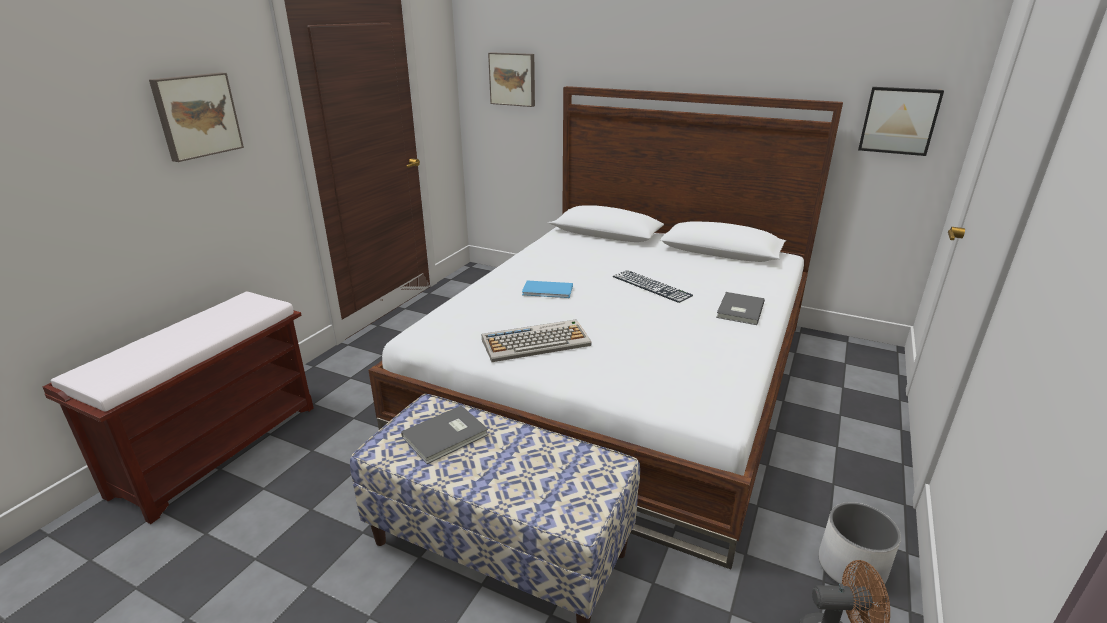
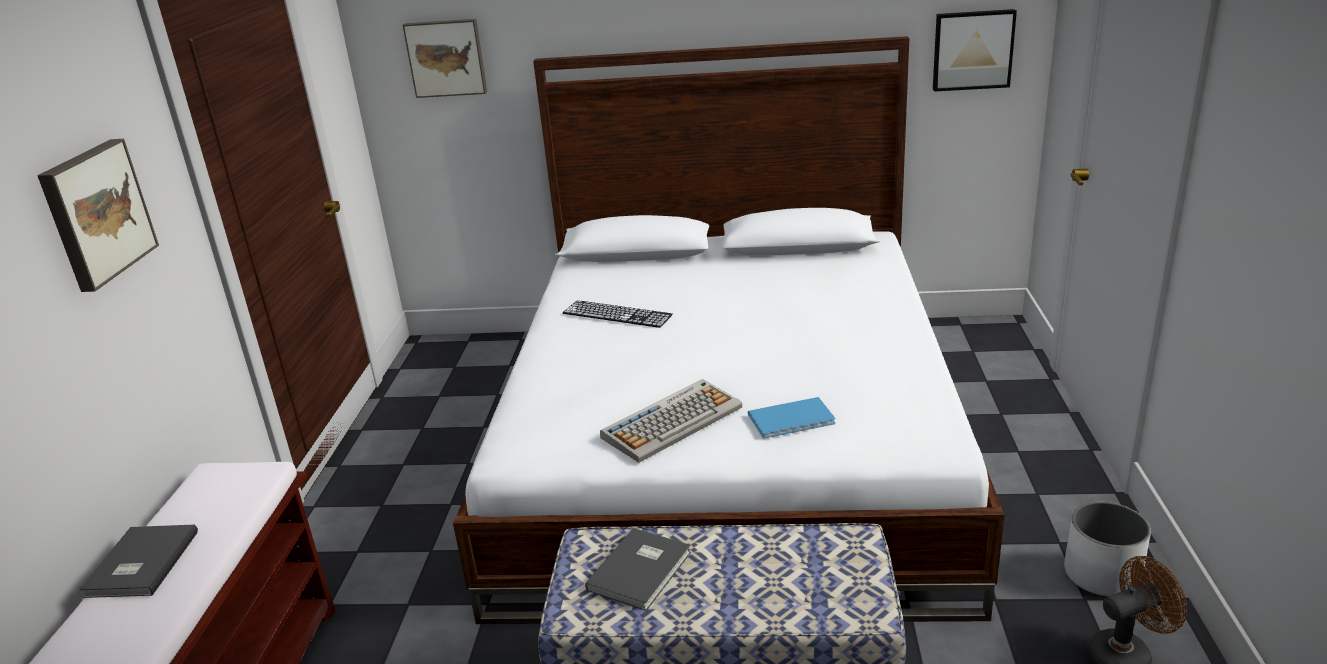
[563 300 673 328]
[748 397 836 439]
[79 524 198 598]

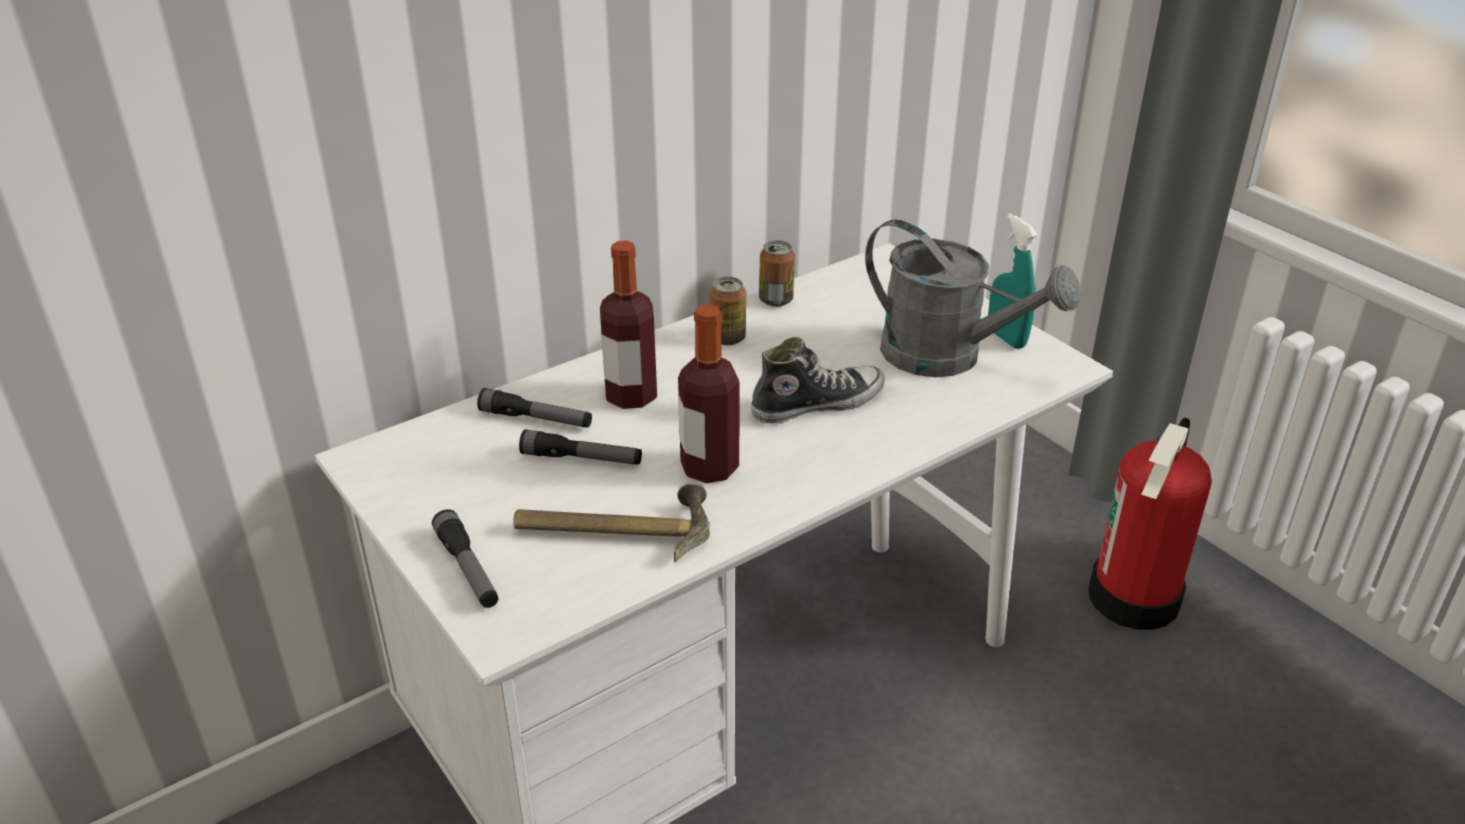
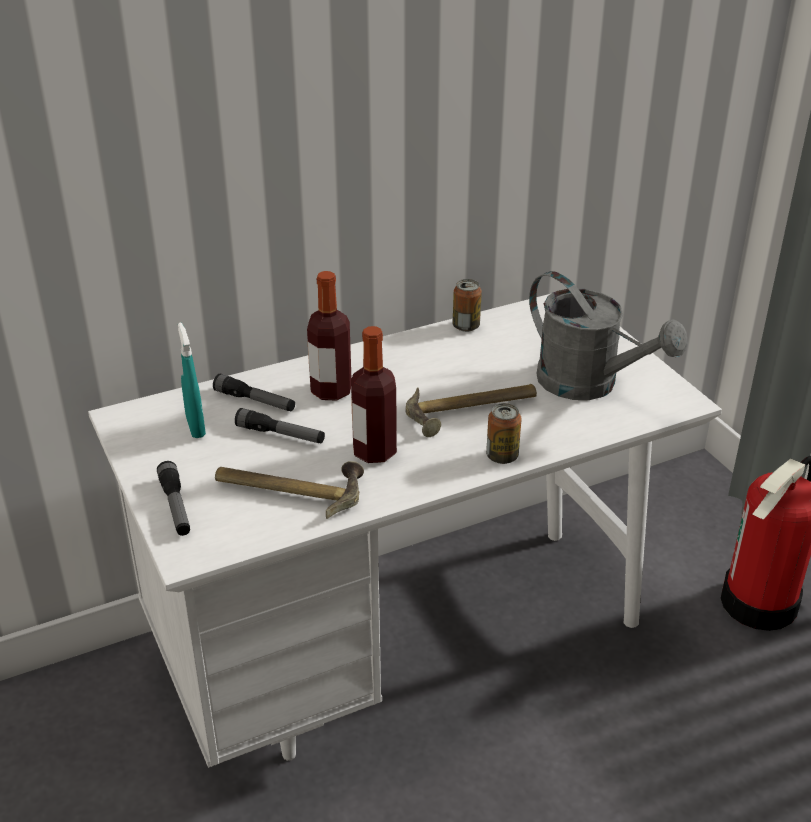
[178 322 206 438]
[486 403 522 464]
[406 384 537 437]

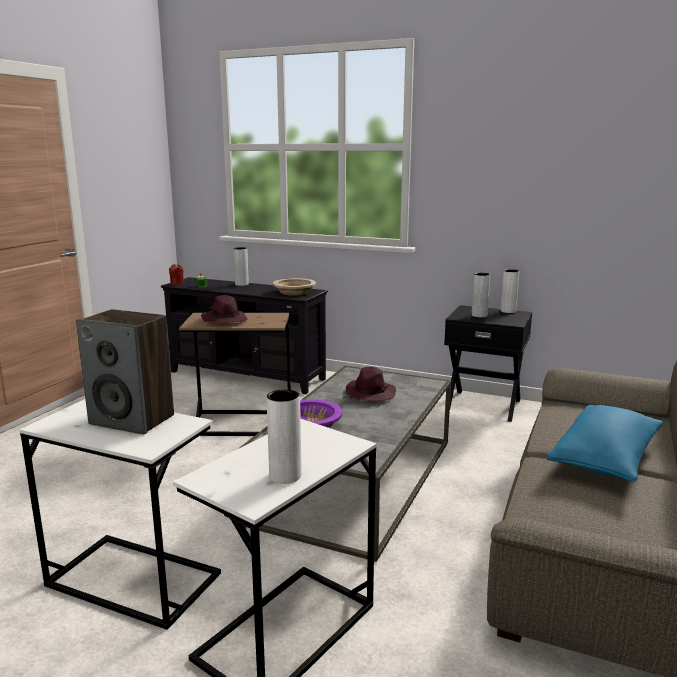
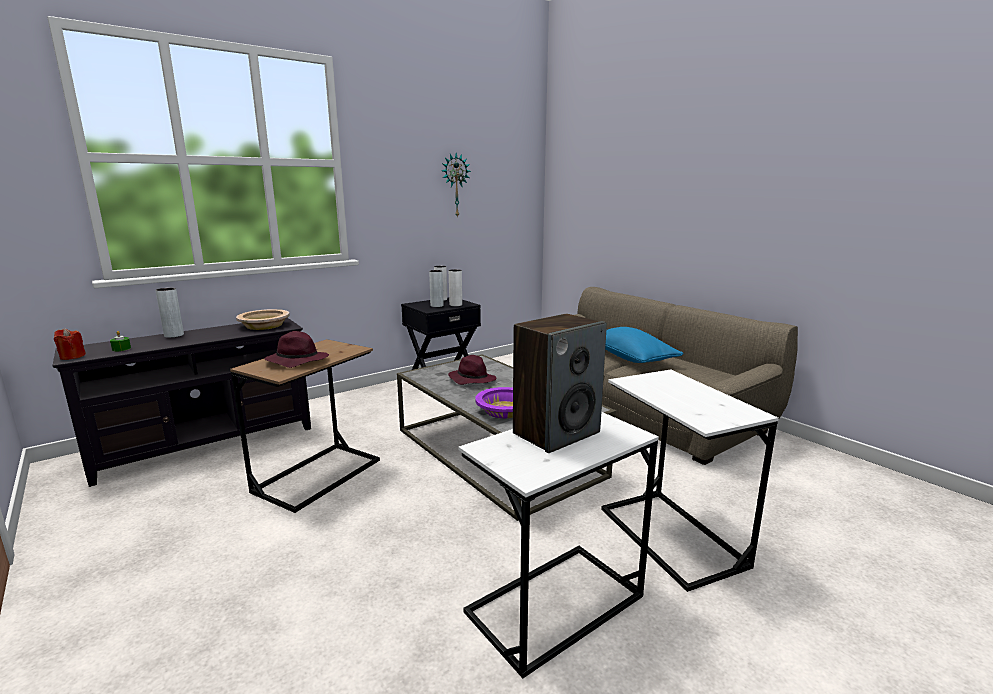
[449 269 462 306]
[442 153 471 218]

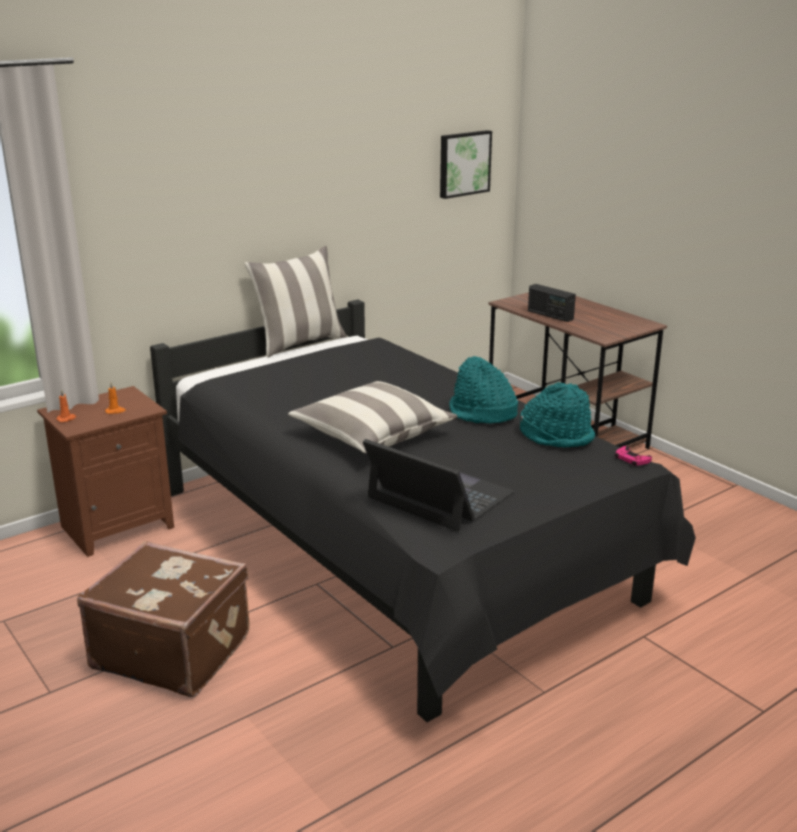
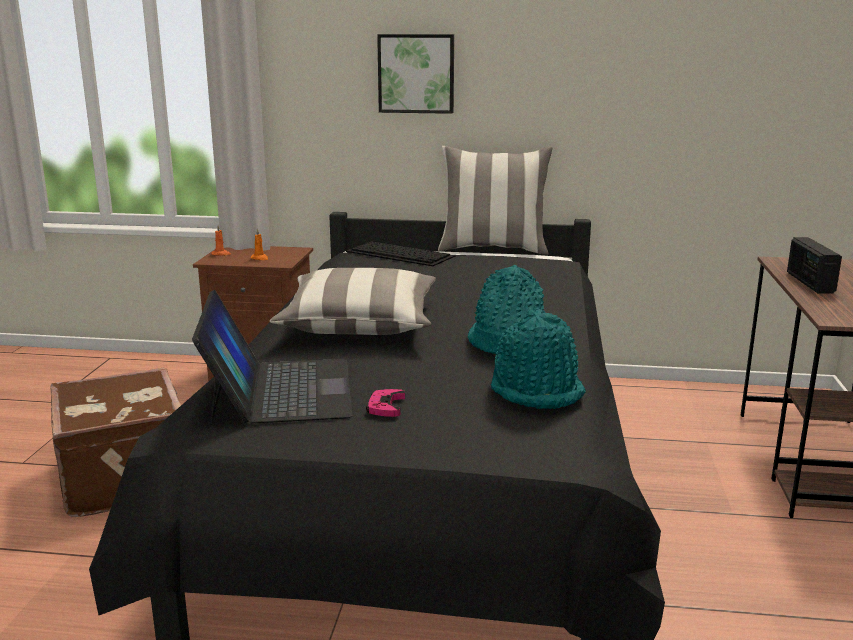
[377 34 454 114]
[366 389 405 417]
[346 241 455 266]

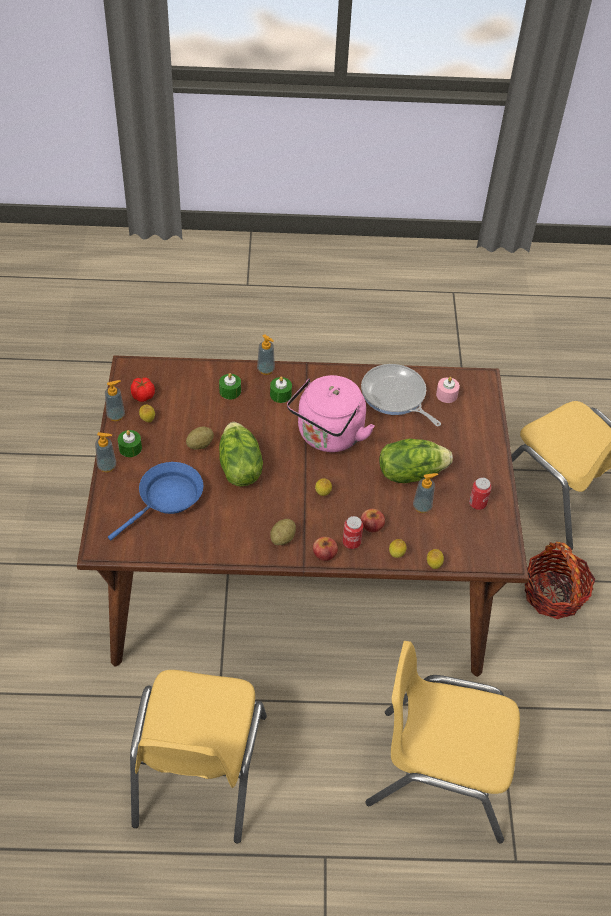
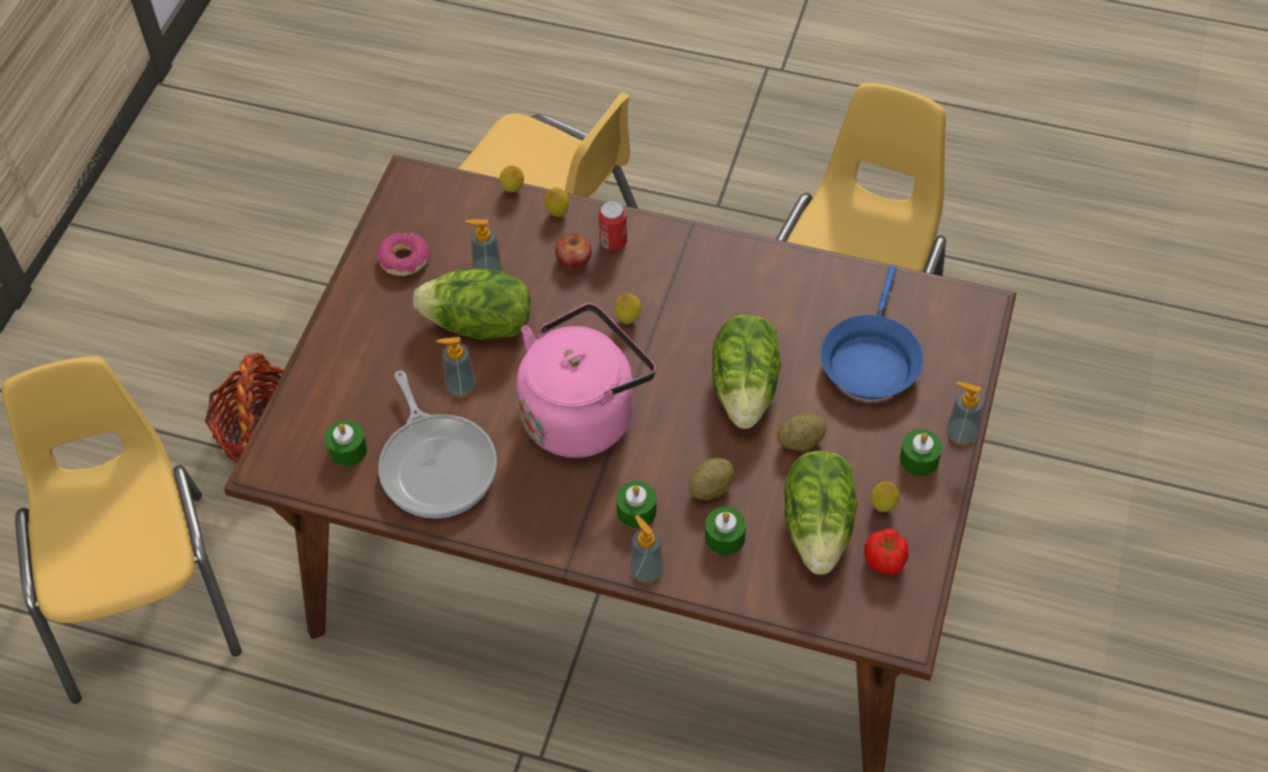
[325 420 367 466]
[437 337 477 398]
[821 264 923 399]
[377 232 430 276]
[689 458 734 500]
[313 537 338 561] (first image)
[784 451 858 575]

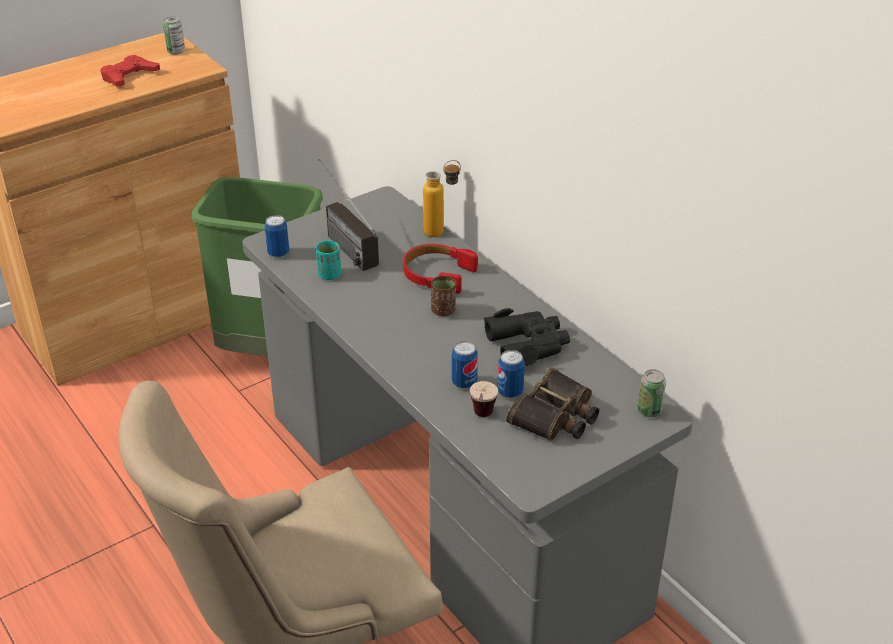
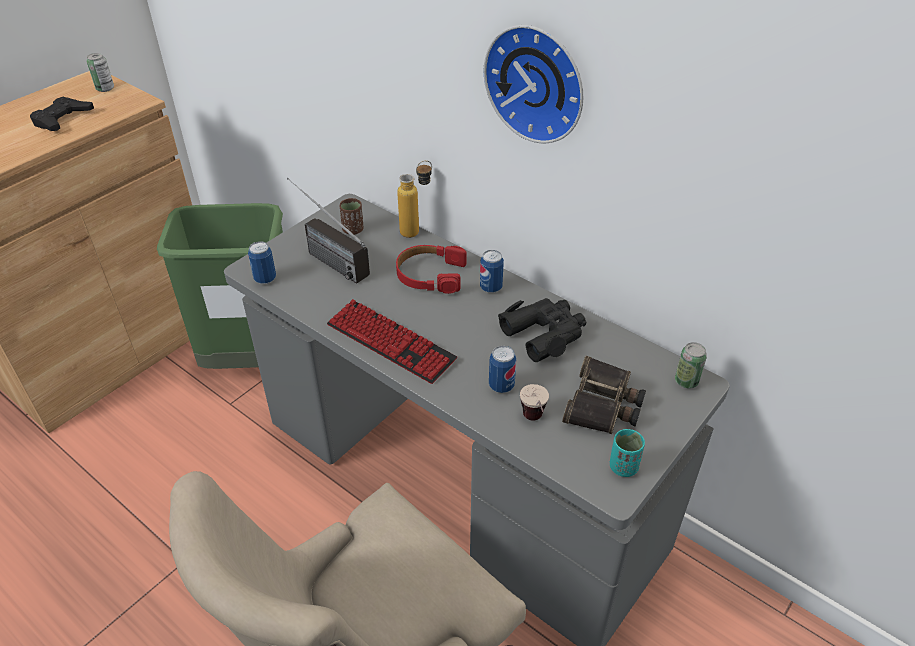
[30 97 94 131]
[610 429 645 477]
[340 198 363 235]
[480 250 504 293]
[484 25 583 143]
[327 299 457 384]

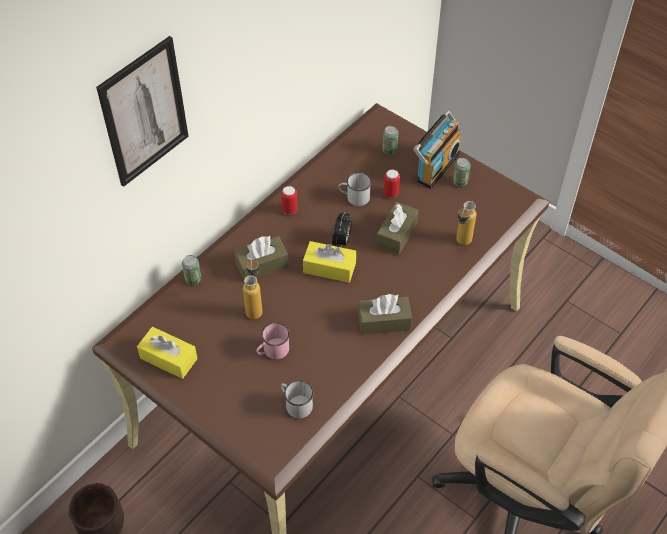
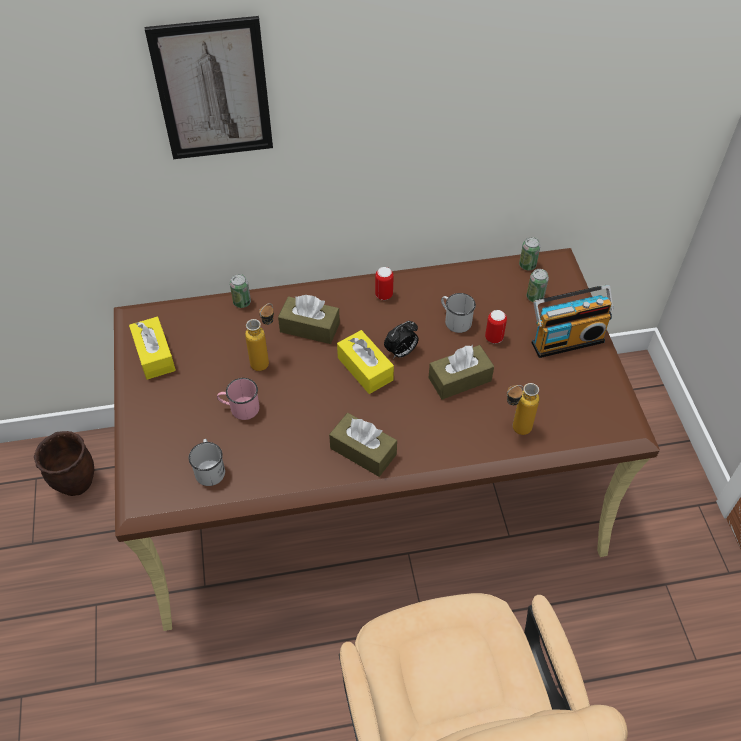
[519 237 540 270]

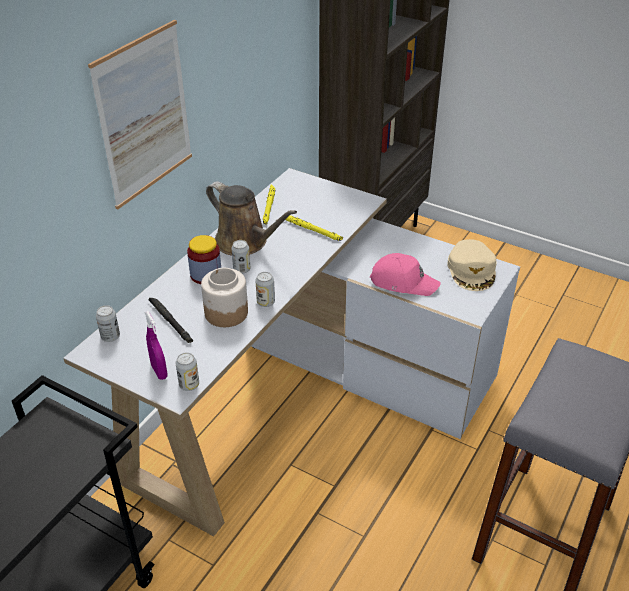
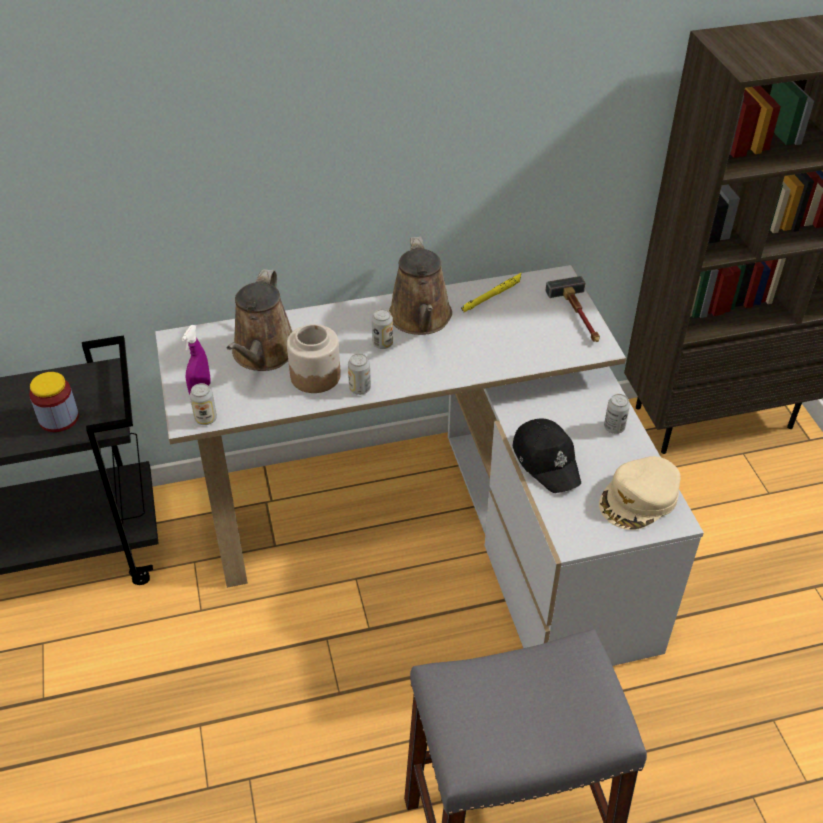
[88 20 192 209] (first image)
[285 215 343 241] (first image)
[29 372 79 432]
[513 418 581 493]
[227 269 293 371]
[604 394 630 434]
[545 276 600 342]

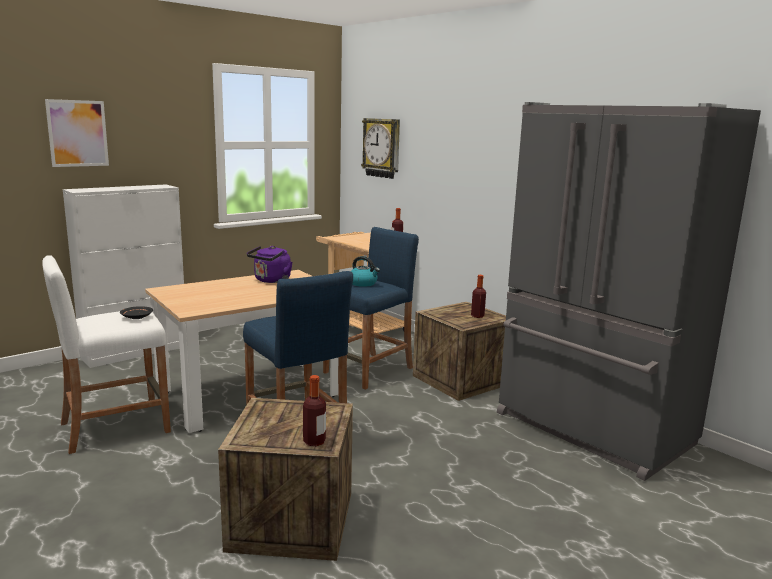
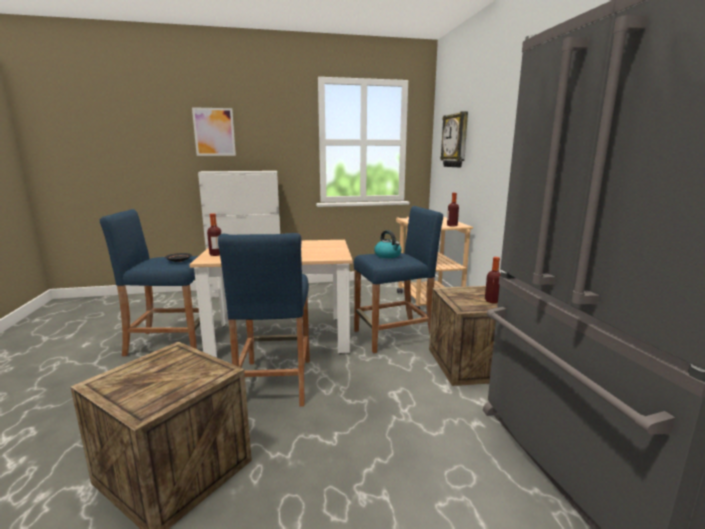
[247 246 293 283] (first image)
[99 209 200 356]
[207 213 221 256]

